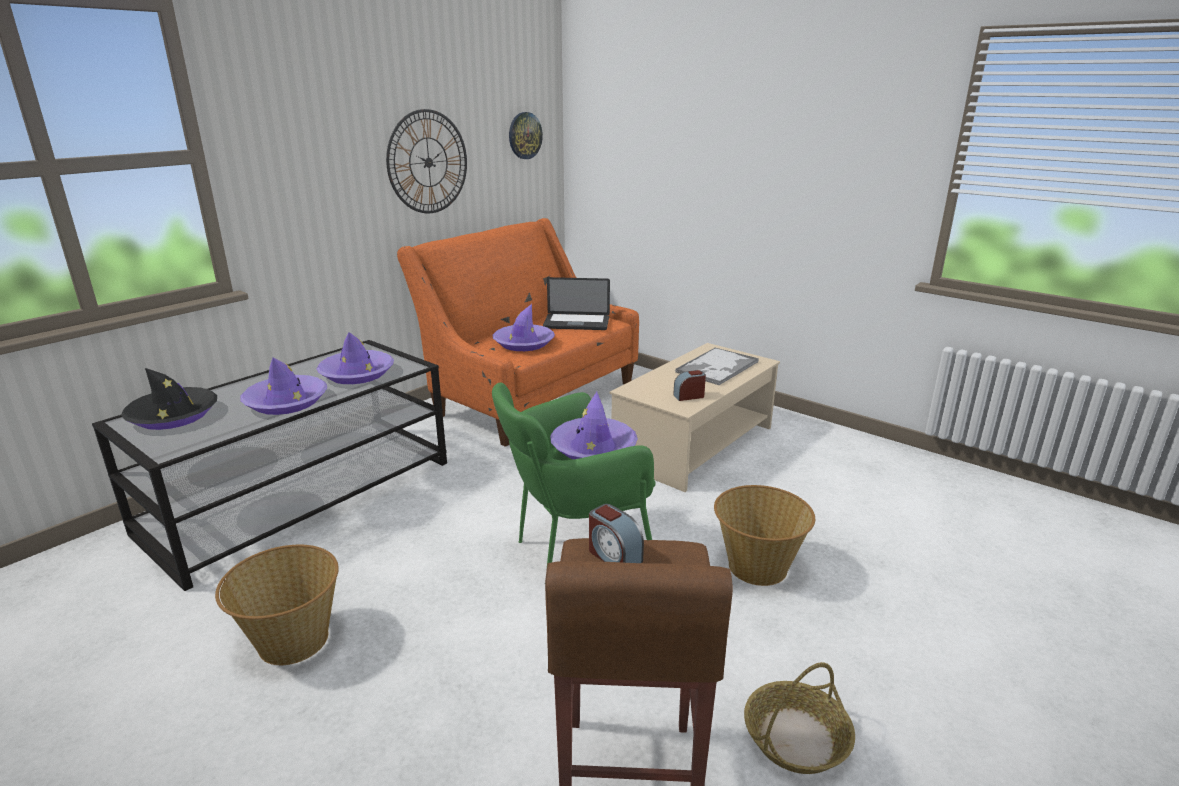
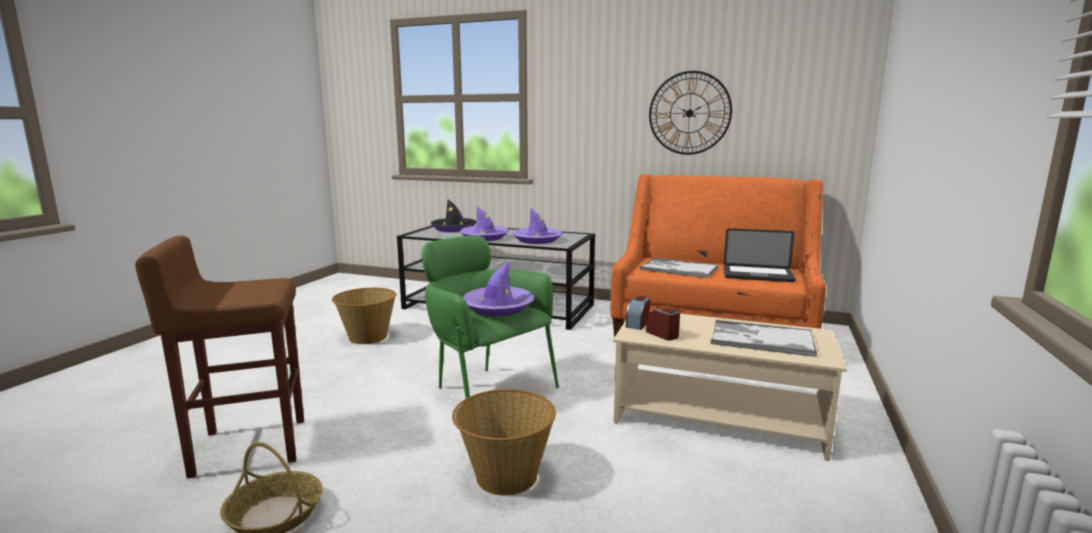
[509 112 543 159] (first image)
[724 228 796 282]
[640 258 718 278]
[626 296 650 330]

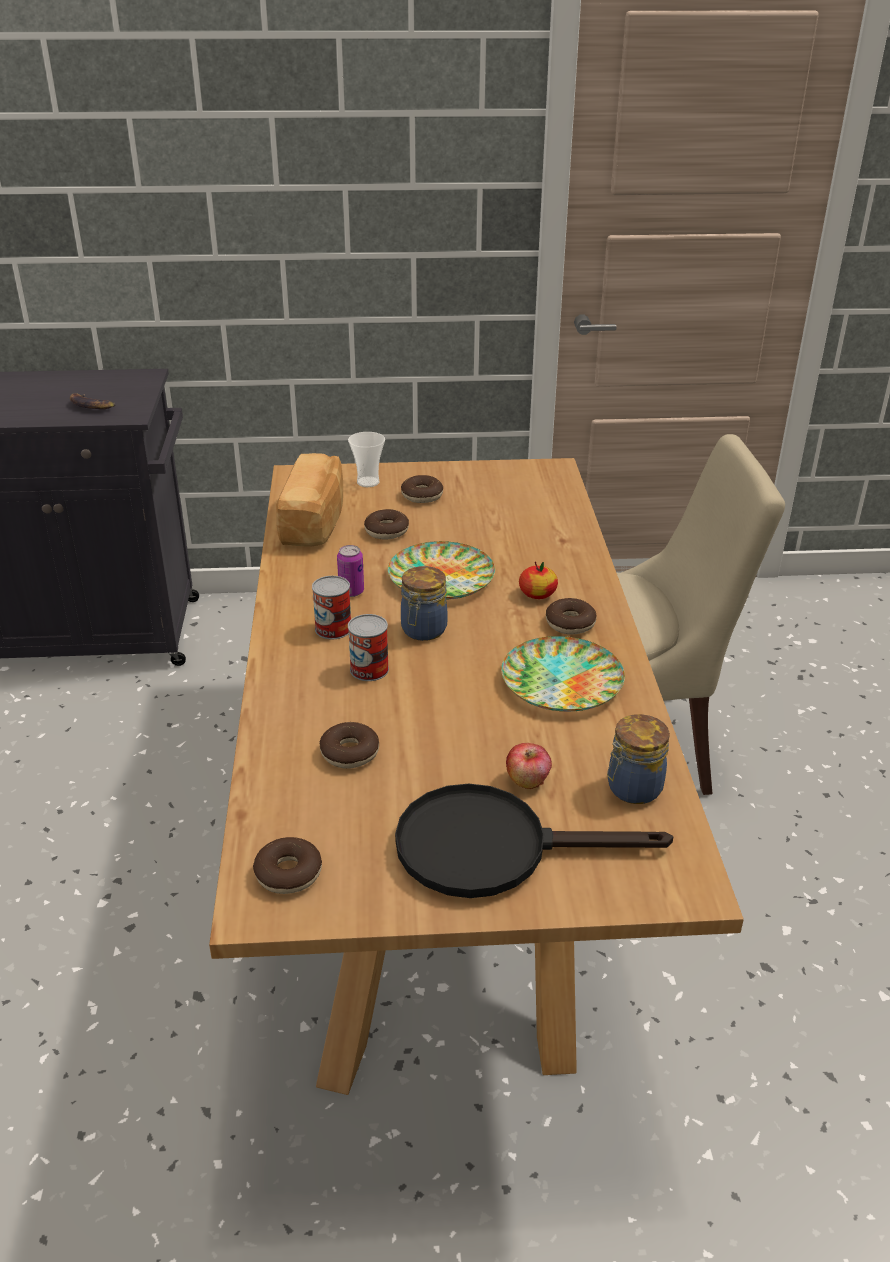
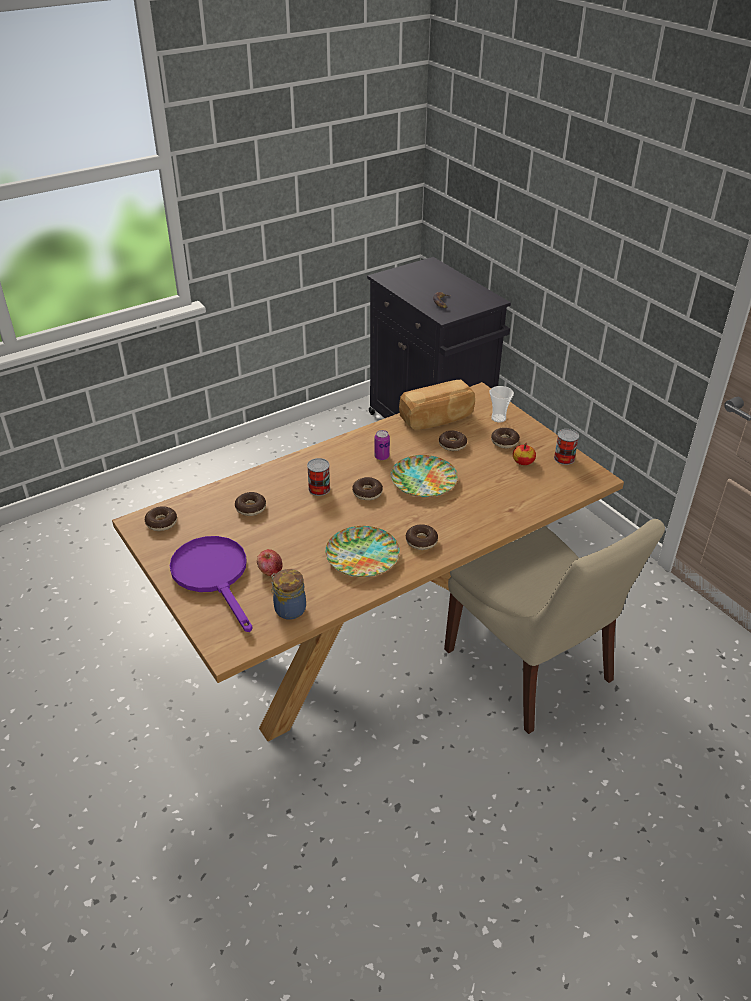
[513 443 536 465]
[352 477 383 500]
[554 429 579 465]
[170 536 252 632]

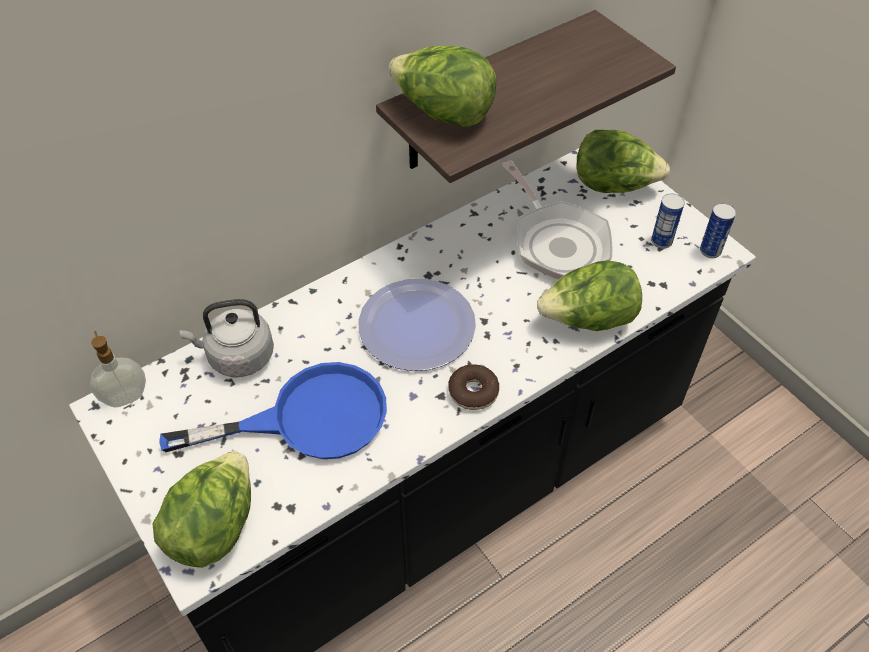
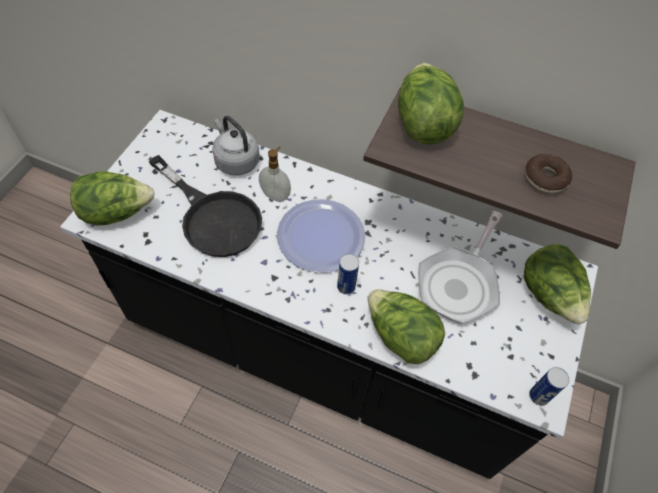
[337 254 359 294]
[259 147 291 202]
[149 155 262 257]
[525 154 572 194]

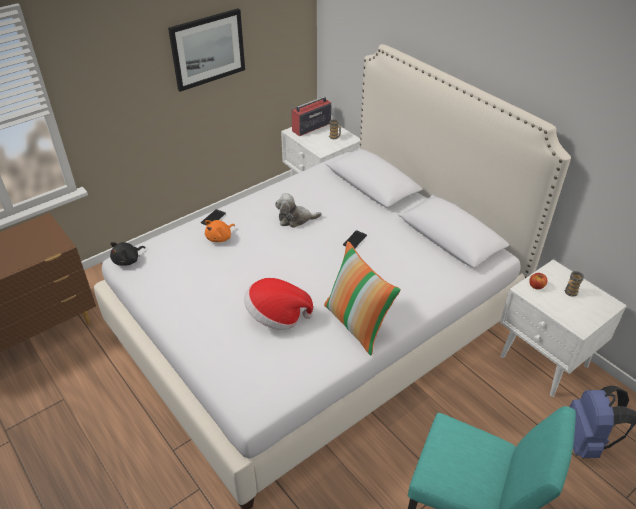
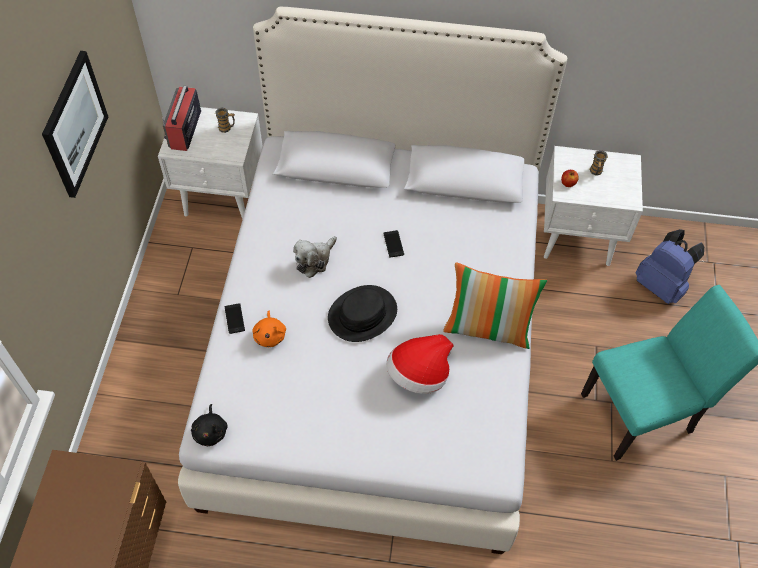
[328 285 397 342]

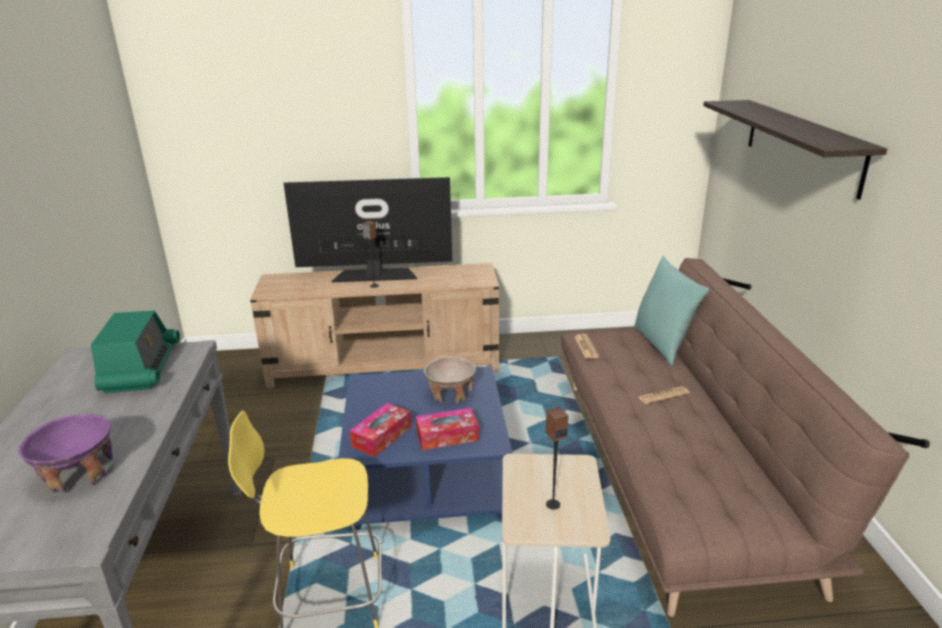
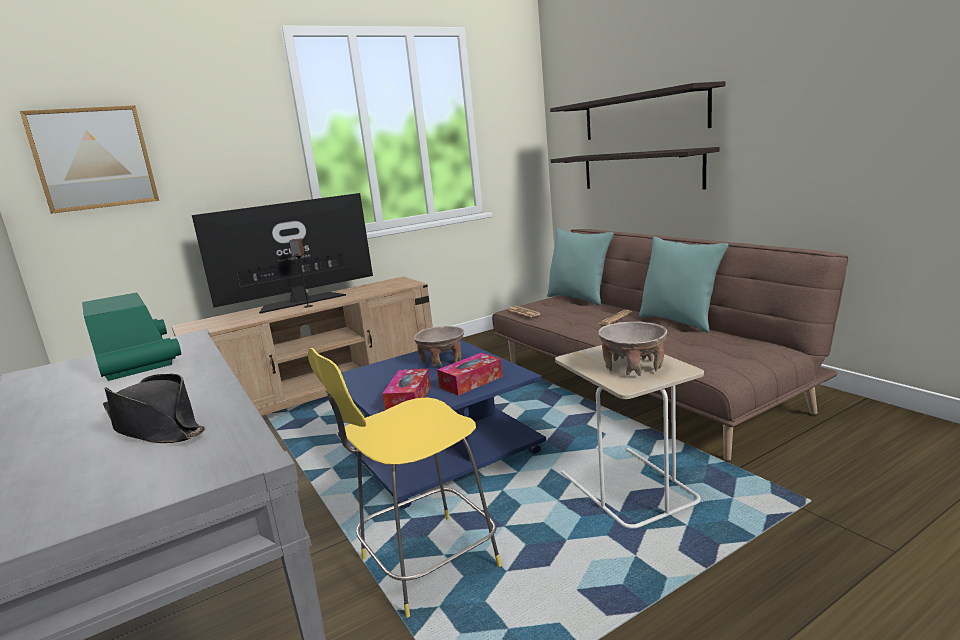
[598 321 667 376]
[103 374 206 443]
[20 105 159 214]
[551 147 719 190]
[639 237 728 333]

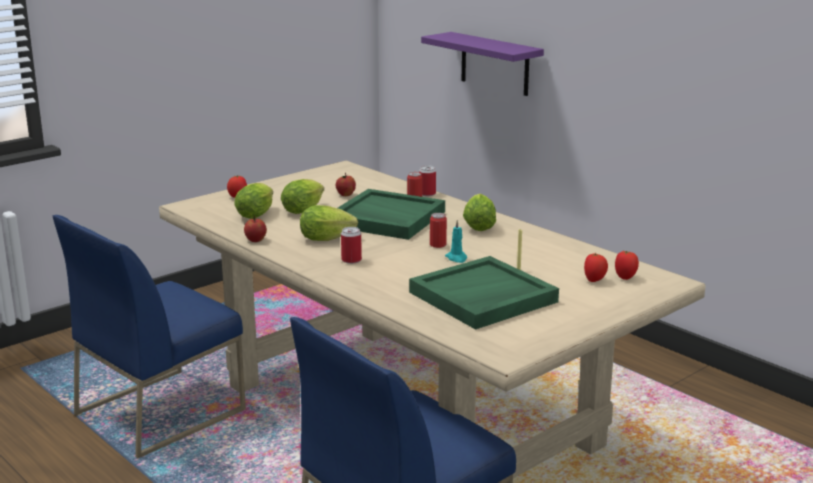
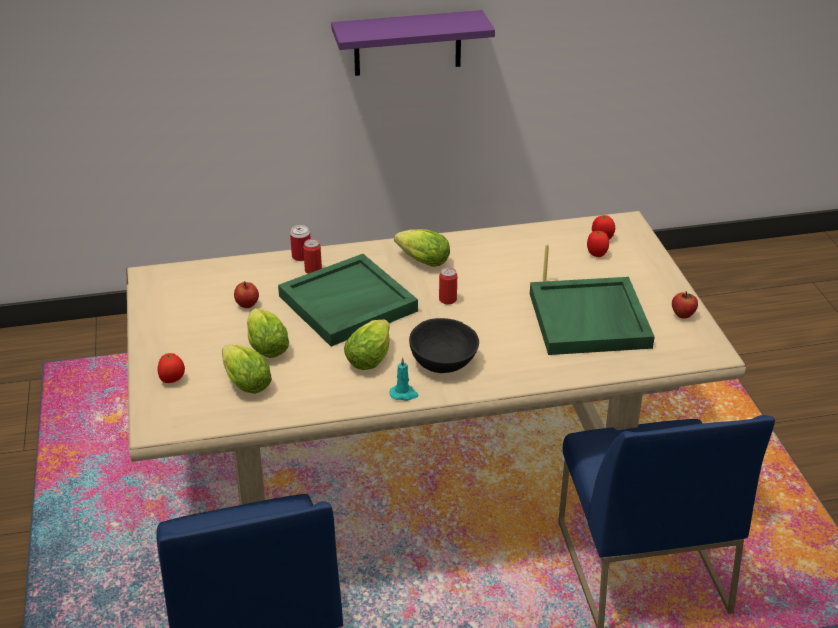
[331 10 495 76]
[672 291 698 319]
[390 357 419 401]
[409 318 479 373]

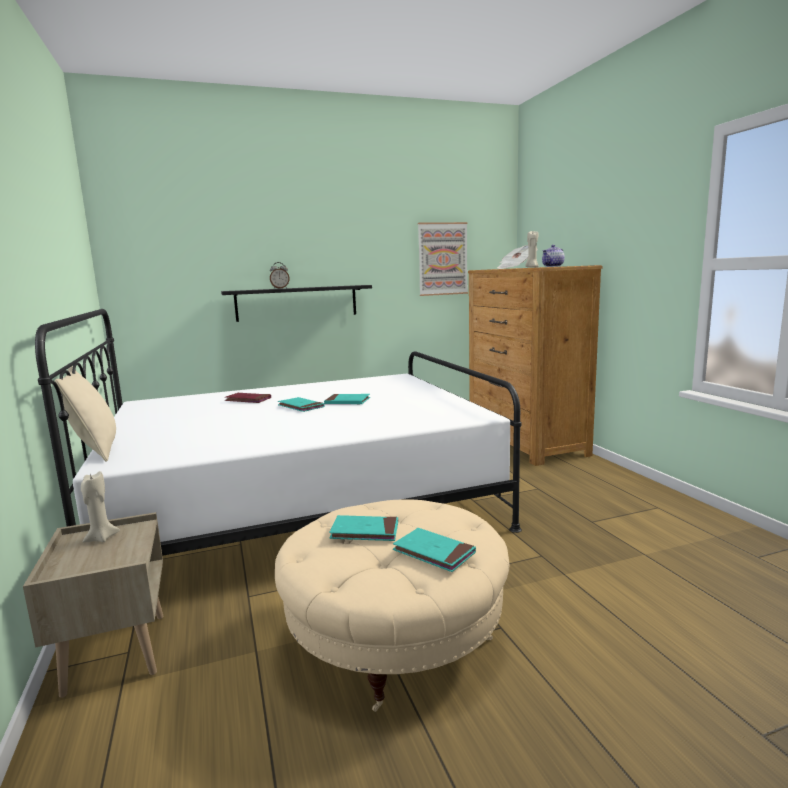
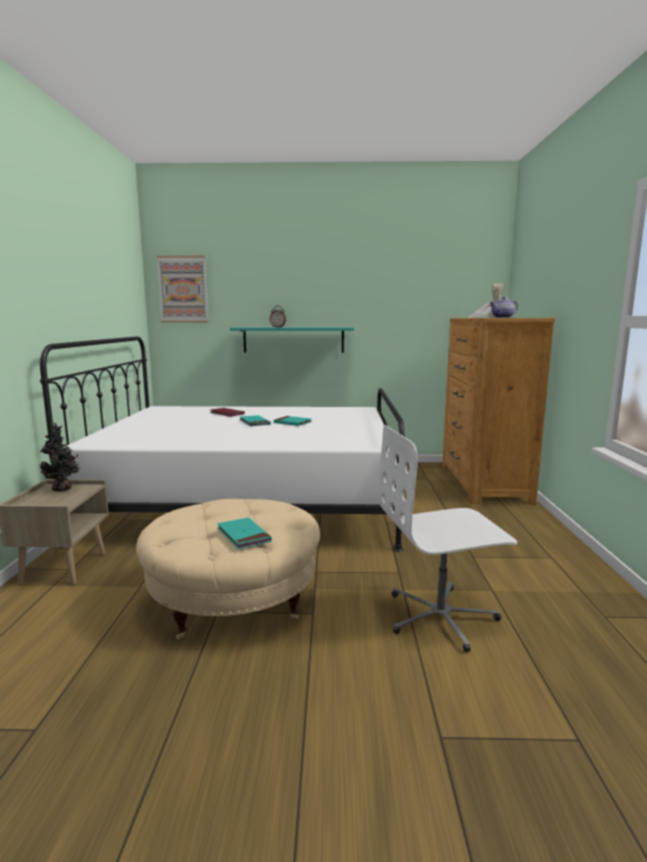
[157 256 208 322]
[230 327 354 353]
[55 366 116 462] (first image)
[40 423 80 492]
[329 515 398 541] (first image)
[378 425 518 652]

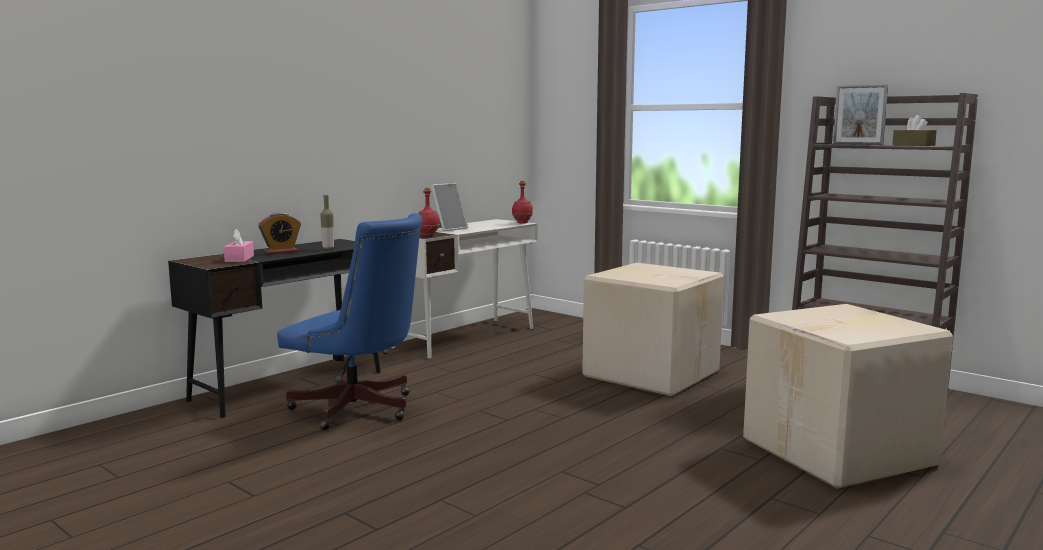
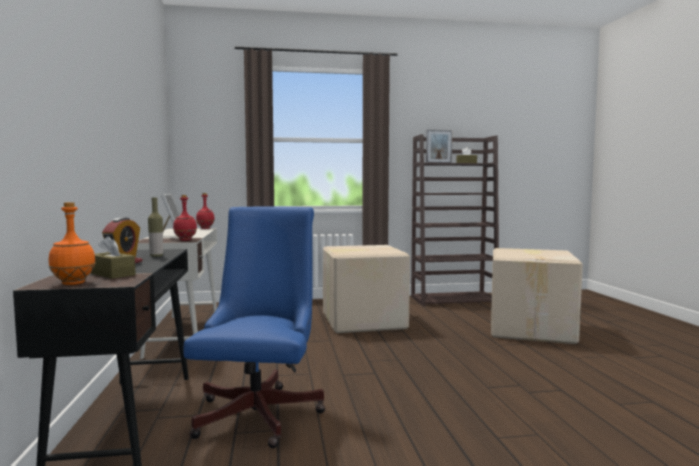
[183 206 325 448]
[90 236 136 279]
[48 202 96 285]

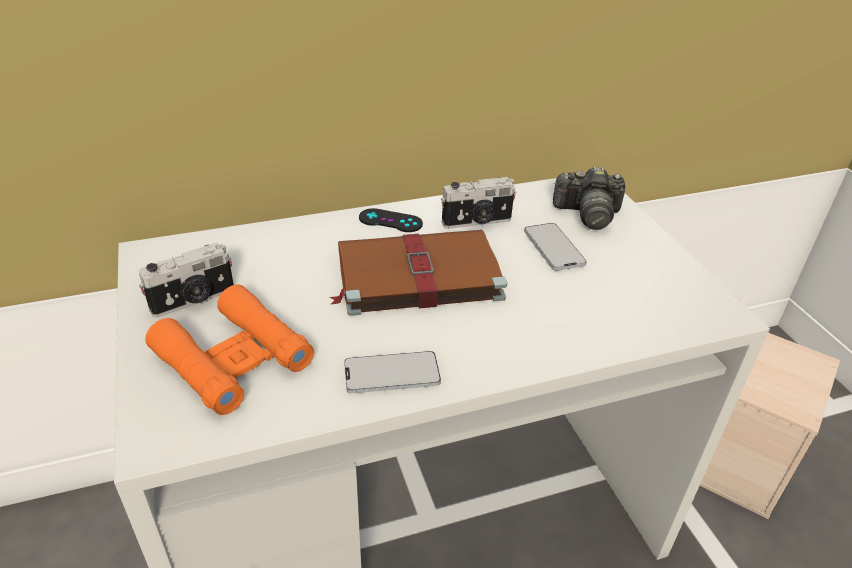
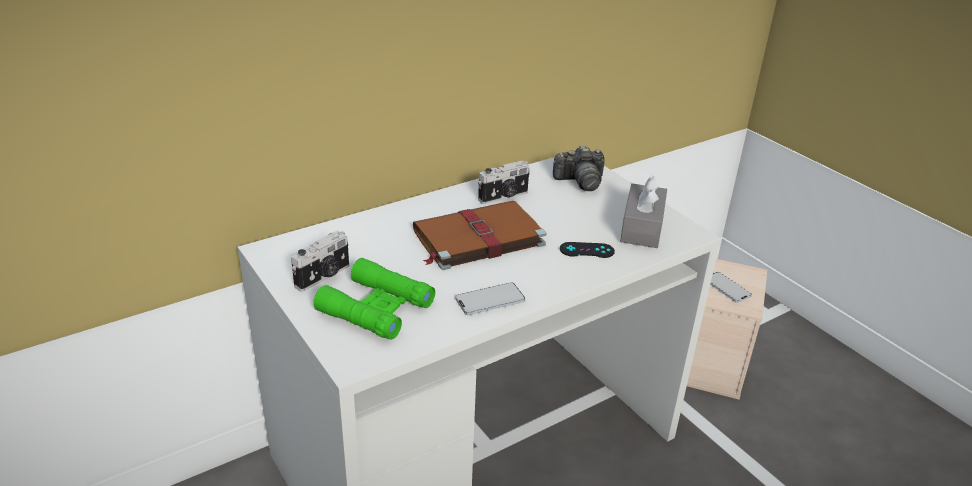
[560 242 615 258]
[710 272 752 303]
[313 258 435 340]
[620 175 667 248]

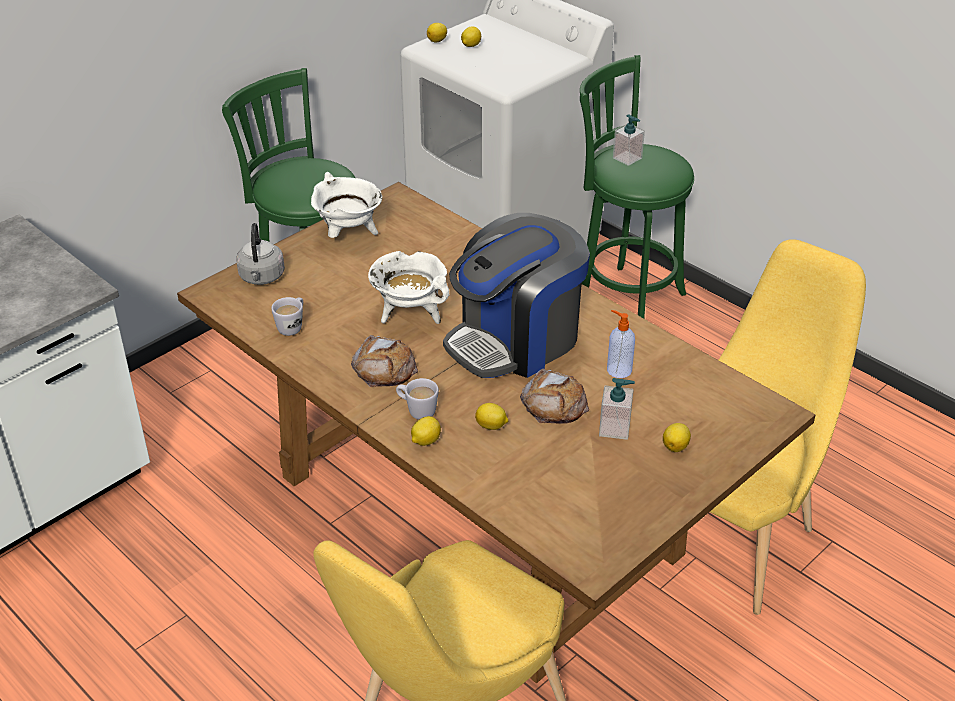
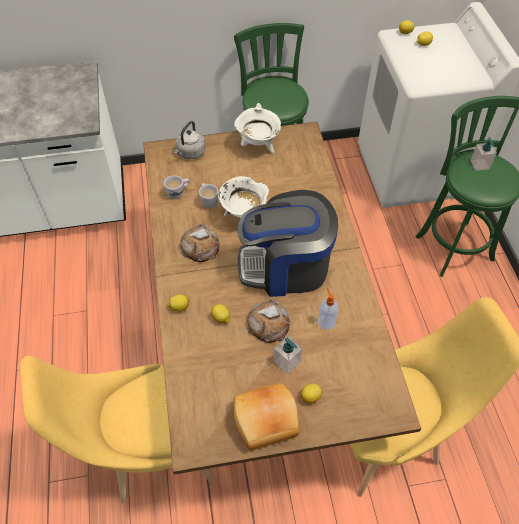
[199 183 218 208]
[233 383 300 451]

